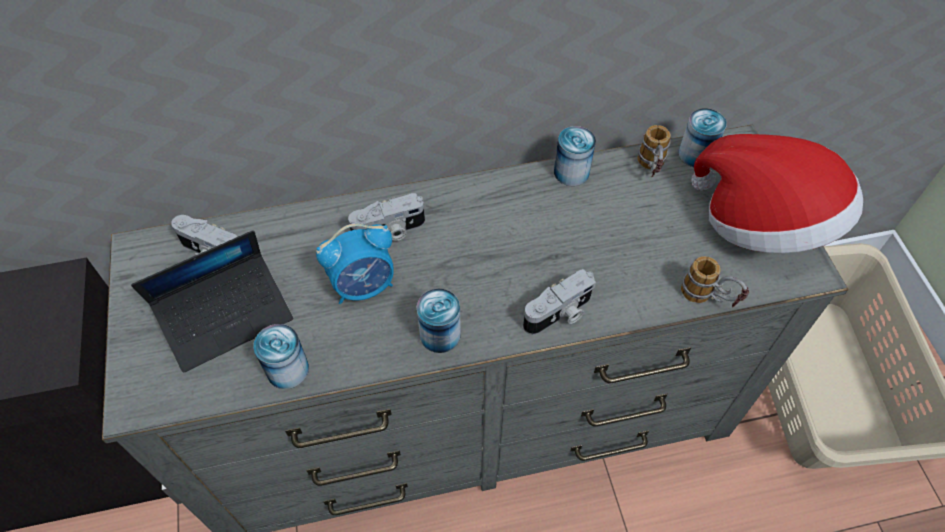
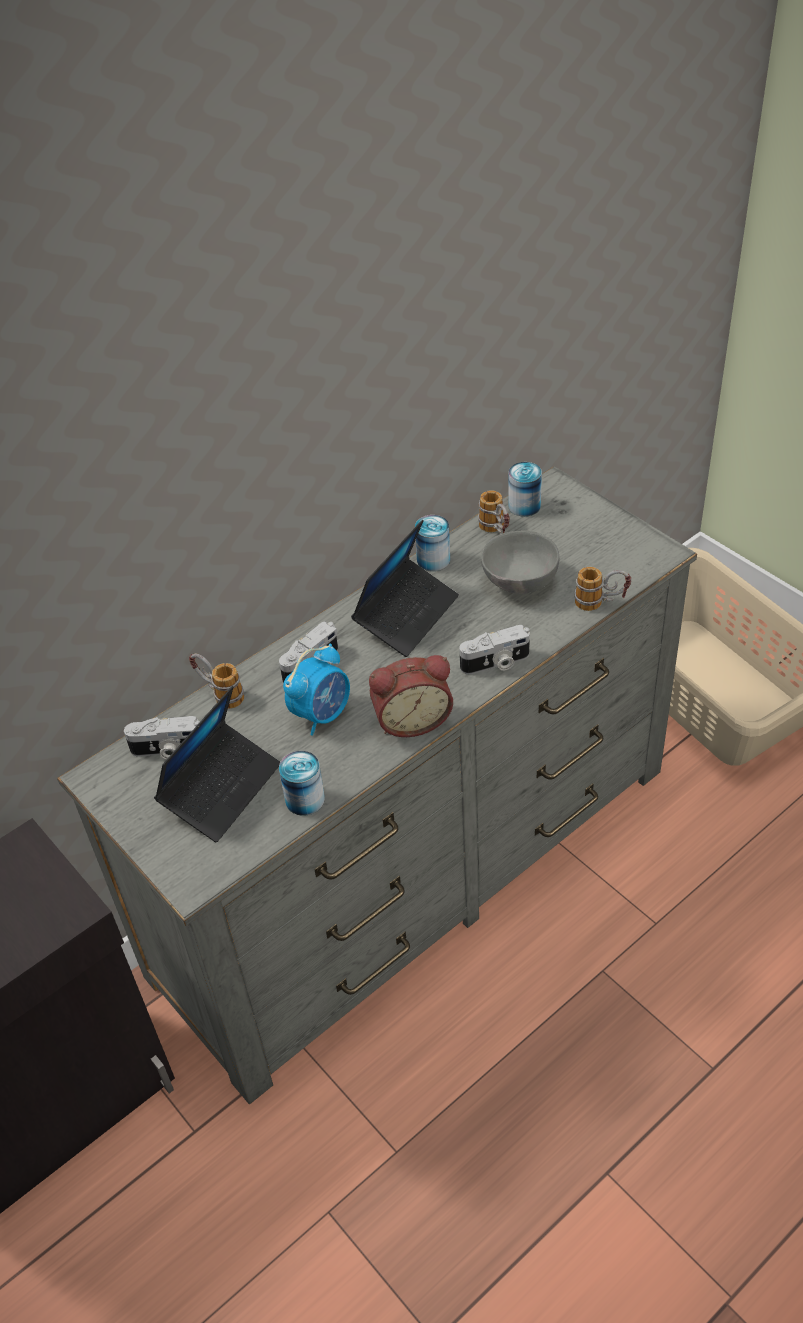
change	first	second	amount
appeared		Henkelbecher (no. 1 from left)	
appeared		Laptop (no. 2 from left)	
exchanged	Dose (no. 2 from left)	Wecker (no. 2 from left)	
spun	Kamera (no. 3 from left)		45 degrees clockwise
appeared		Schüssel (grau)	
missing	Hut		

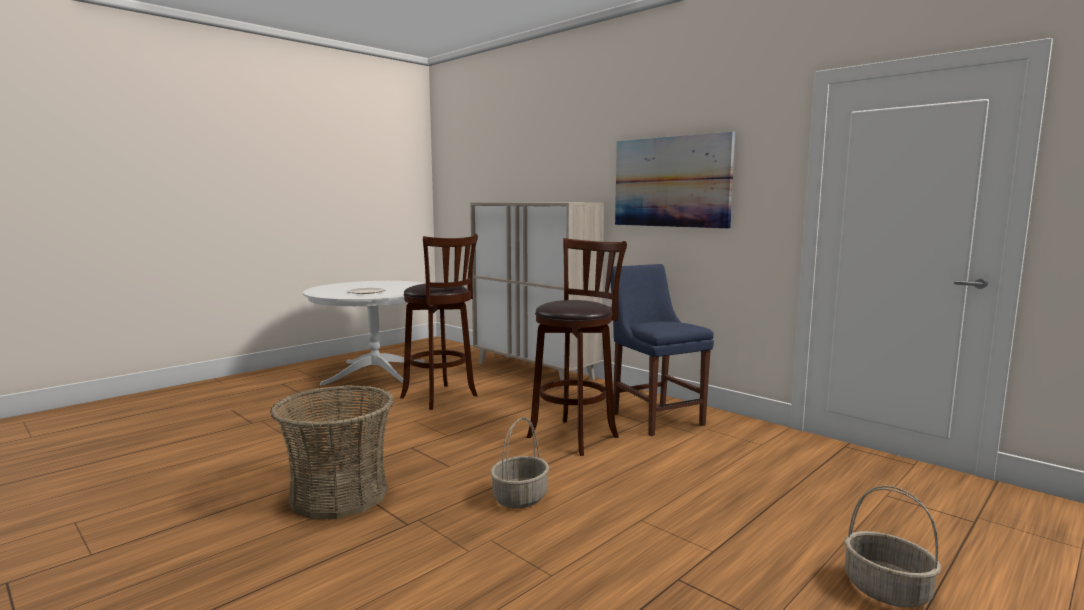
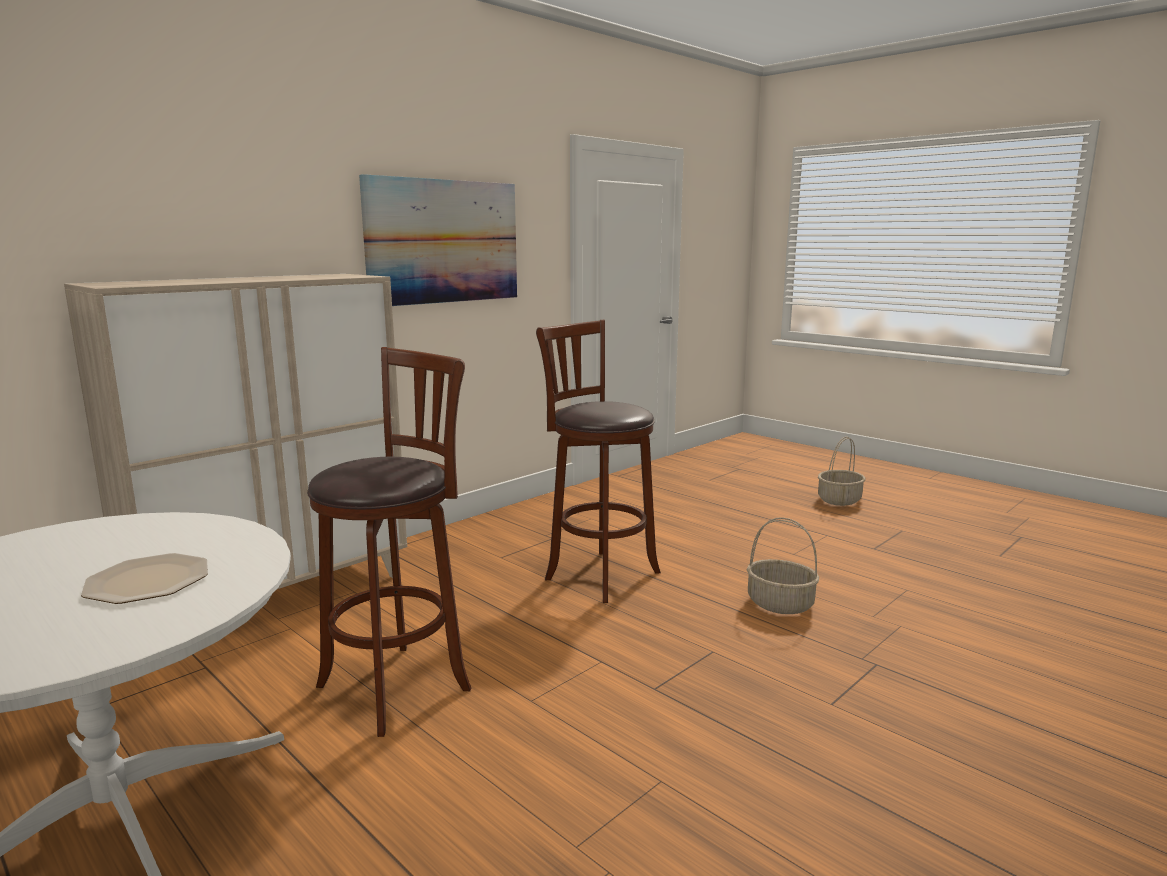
change	first	second	amount
missing	Korb (no. 1 from left)		
missing	Stuhl (blau)		

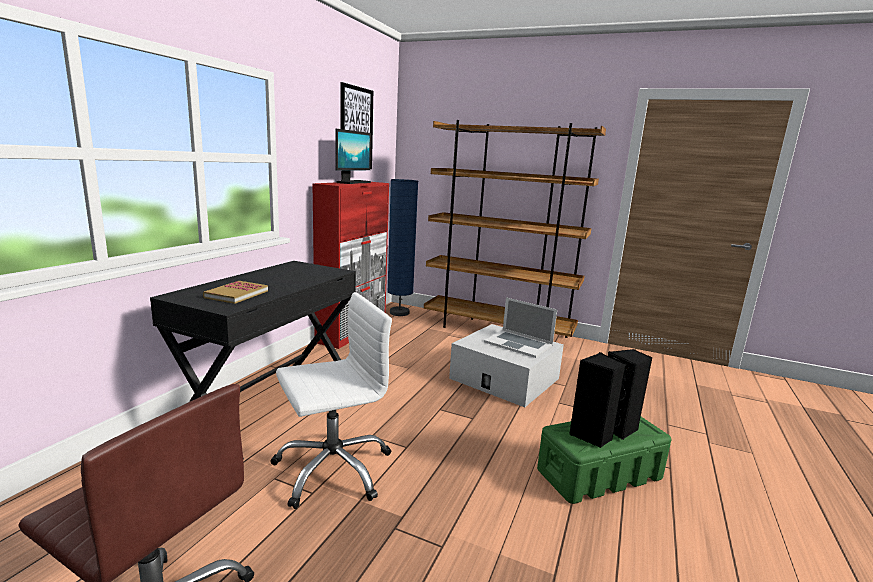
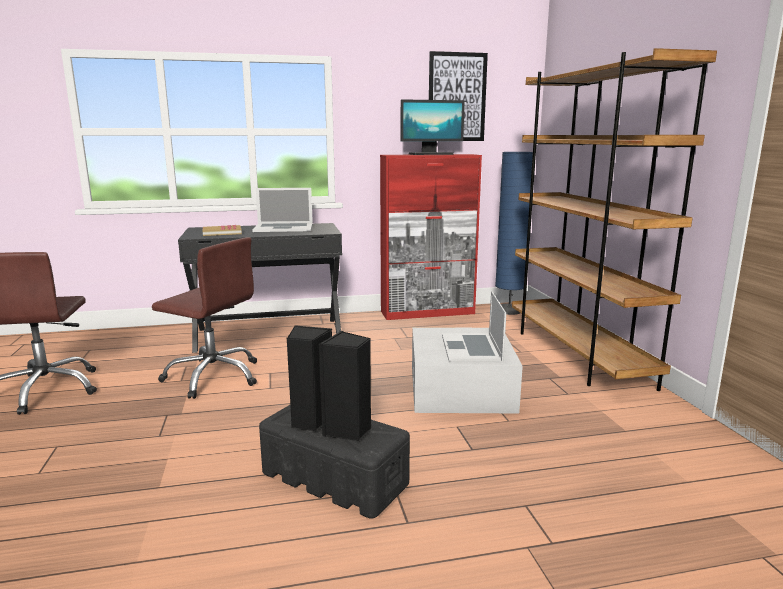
change	first	second	amount
colour	Bürostuhl (weiß)	Bürostuhl (braun) (no. 2 from left)	
appeared		Laptop (no. 1 from left)	
colour	Aufbewahrungsbox (grün)	Aufbewahrungsbox (schwarz)	

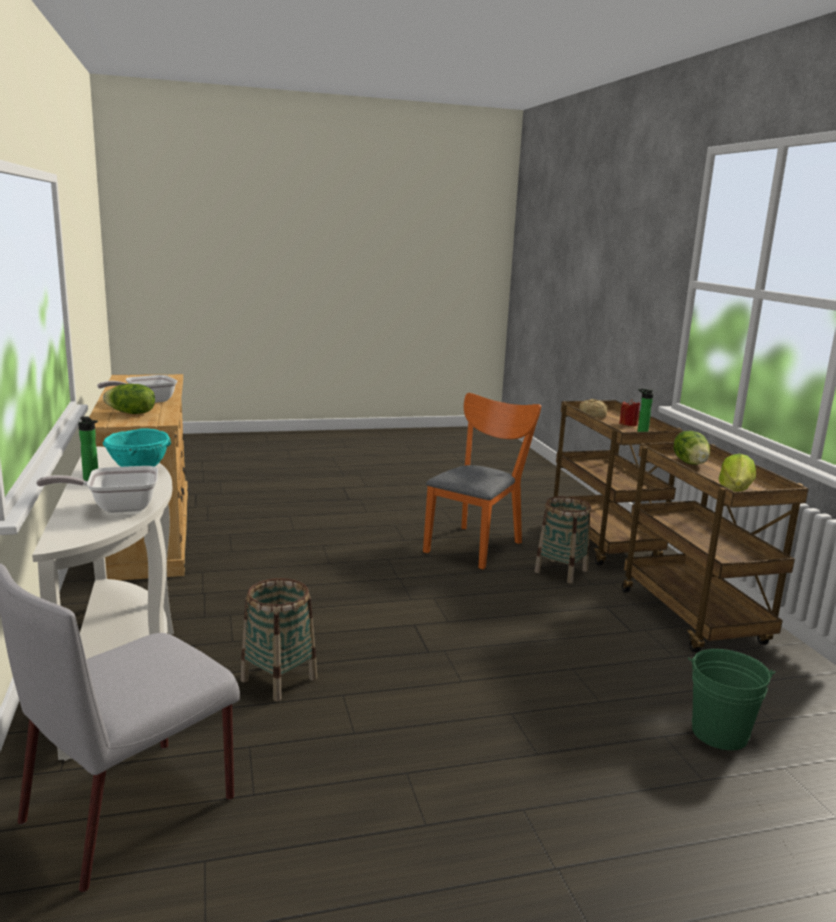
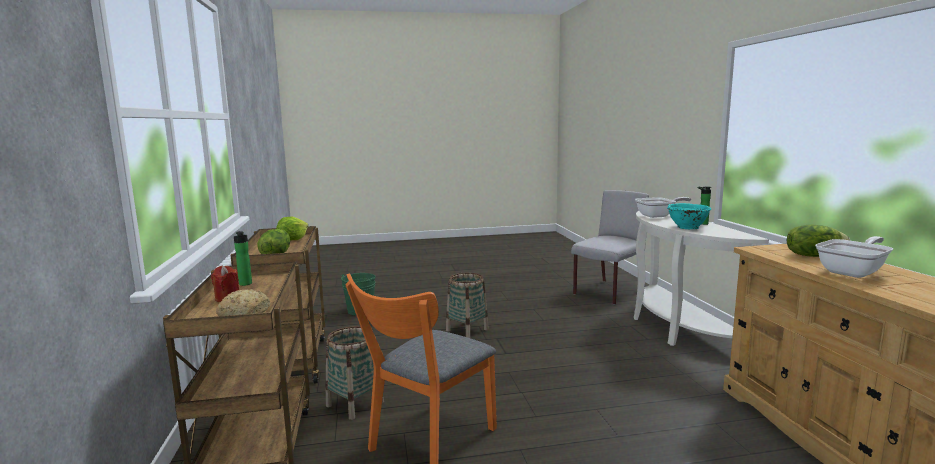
change	first	second	amount
relocated	Korb (no. 1 from left in the first image)	Korb (no. 2 from left)	

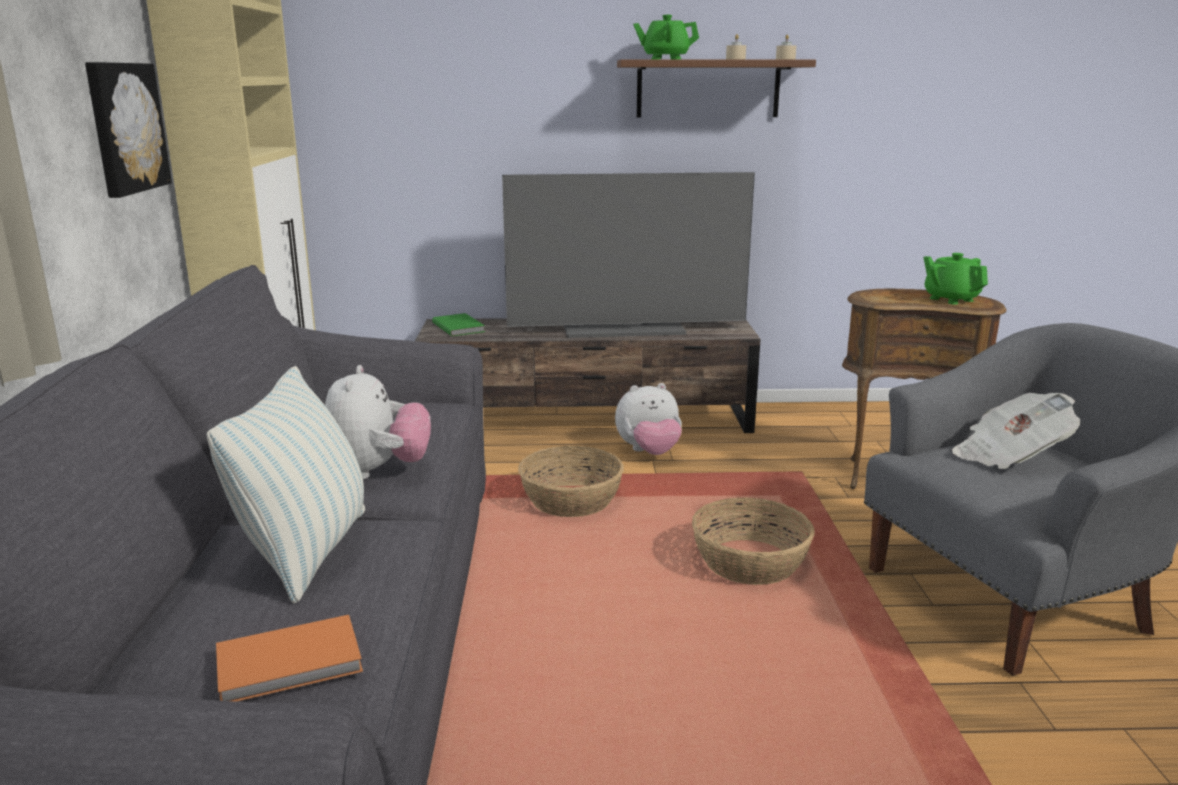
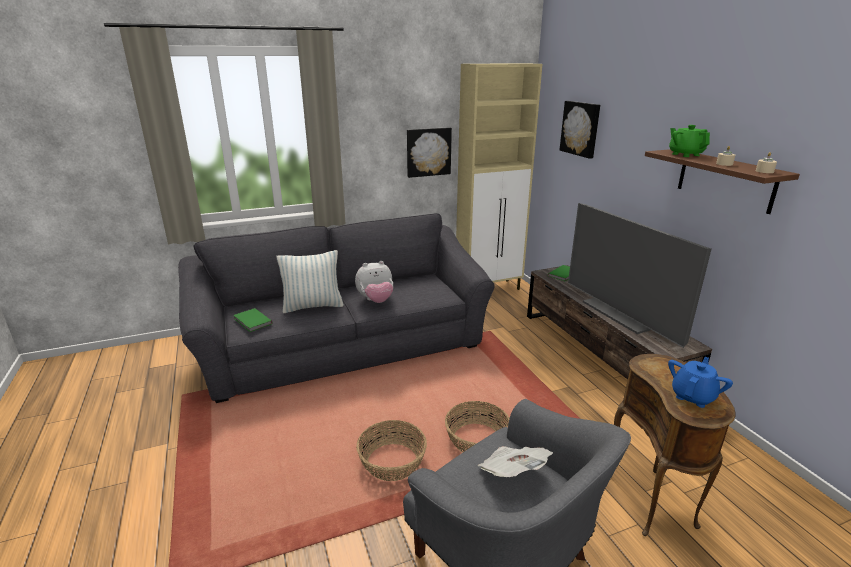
change	first	second	amount
colour	Buch (orange)	Buch (grün) (no. 1 from left)	
relocated	Korb (no. 1 from left)		
appeared		Bild (no. 2 from left)	
colour	Teekanne (grün) (no. 2 from left)	Teekanne (blau)	
missing	Plüschtier (no. 2 from left)		

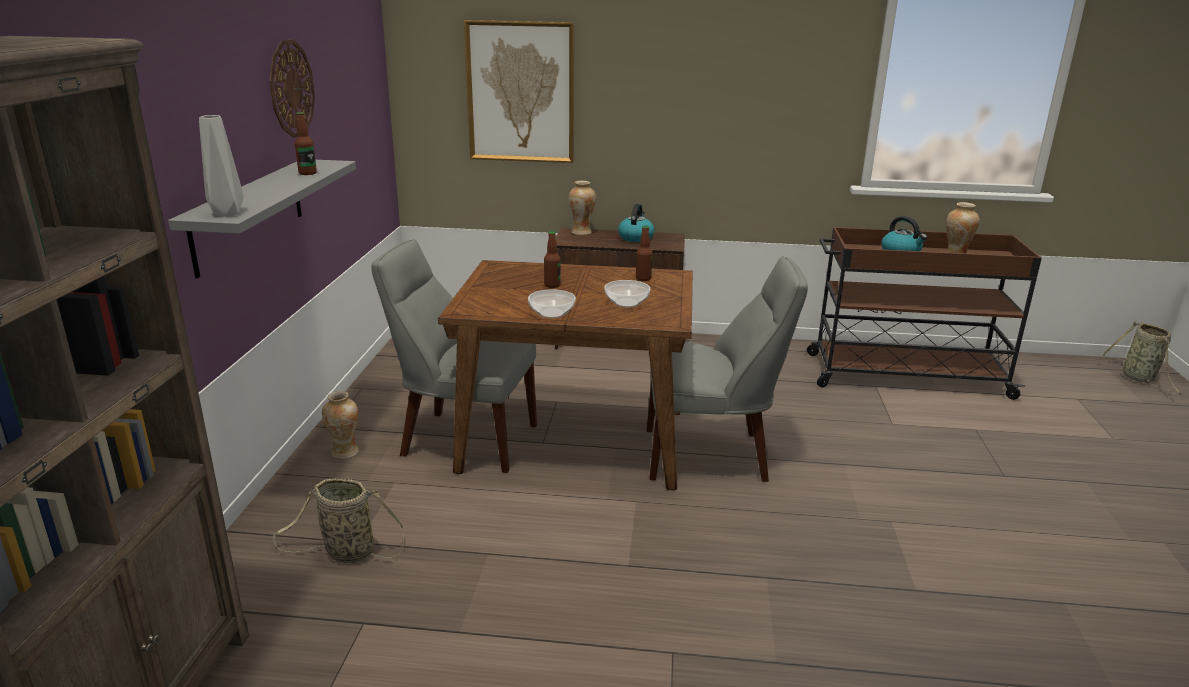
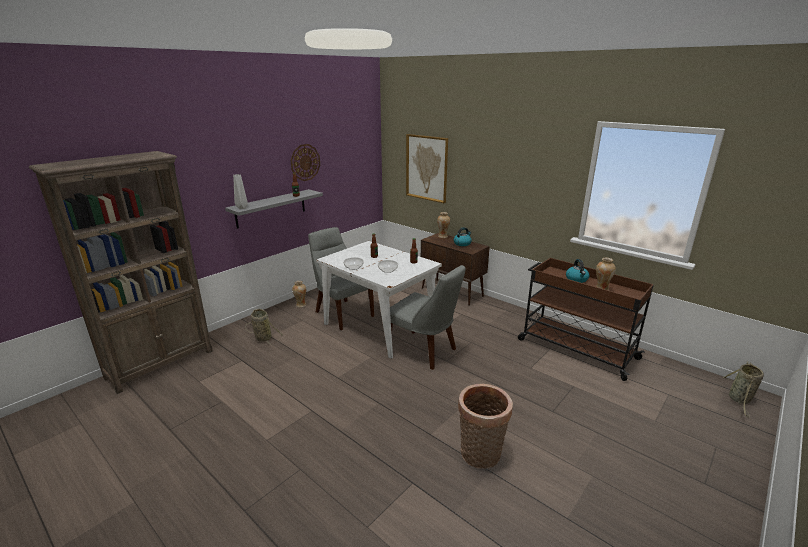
change	first	second	amount
colour	Esstisch (braun)	Esstisch (weiß)	
appeared		Korb (no. 2 from left)	

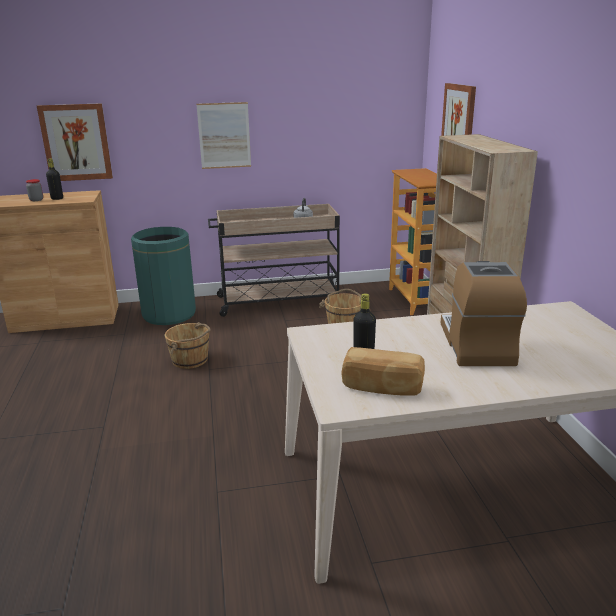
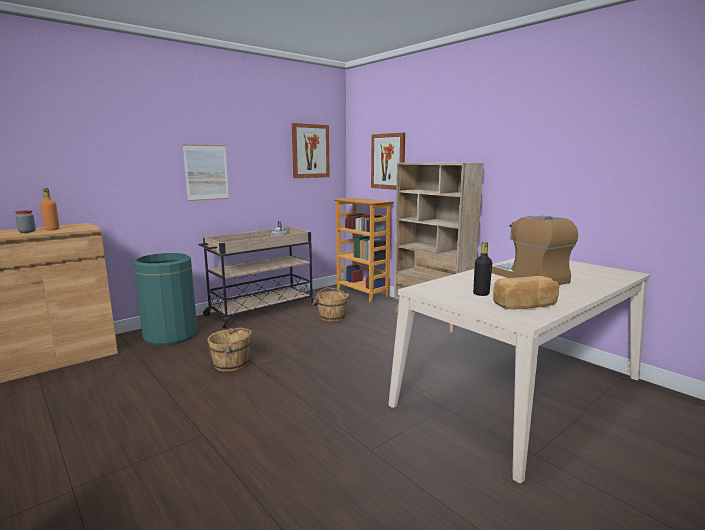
change	first	second	amount
colour	Flasche (schwarz) (no. 1 from left)	Flasche (orange)	
relocated	Bild (no. 1 from left in the first image)	Bild (no. 2 from left)	

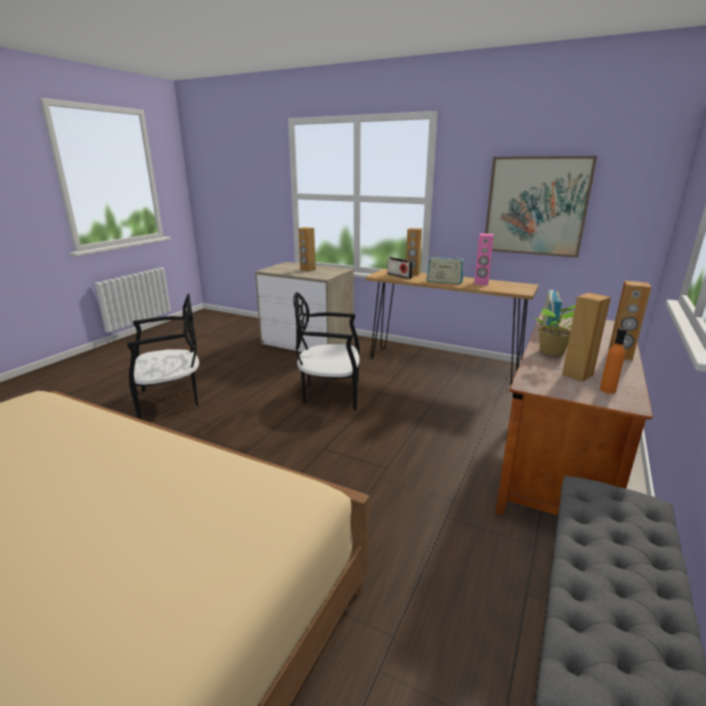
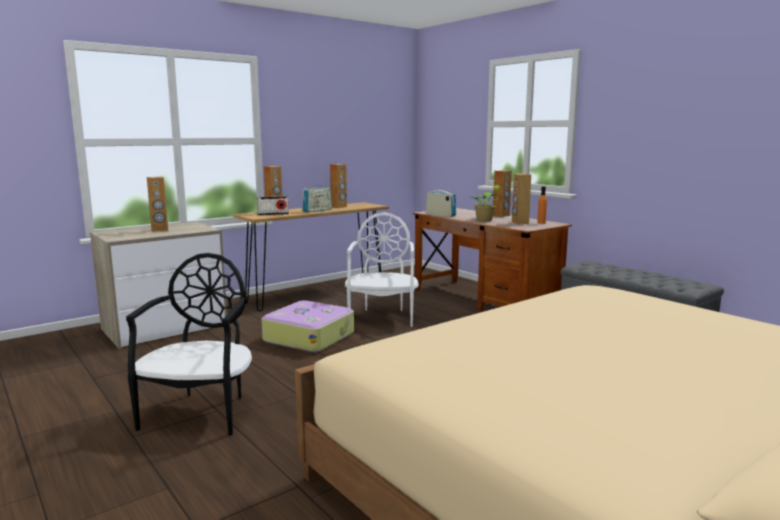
change	first	second	amount
exchanged	Stuhl (schwarz) (no. 2 from left)	Koffer	
colour	Lautsprecher (rosa)	Lautsprecher (braun) (no. 3 from left)	
appeared		Stuhl (weiß)	
missing	Bild		

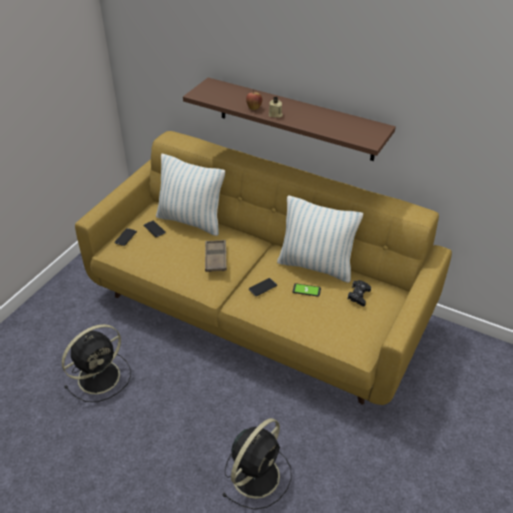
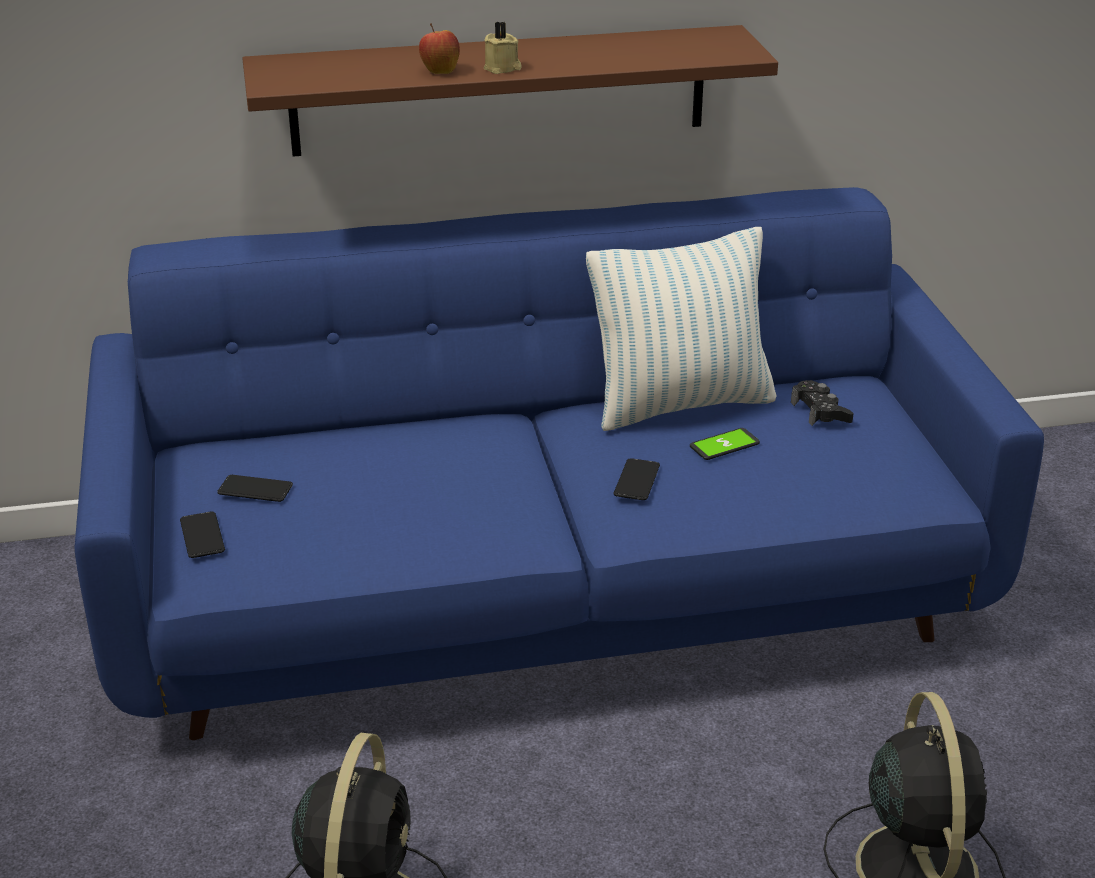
change	first	second	amount
colour	Sofa (gelb)	Sofa (blau)	
missing	Kissen (no. 1 from left)		
missing	Tablett (braun)		

